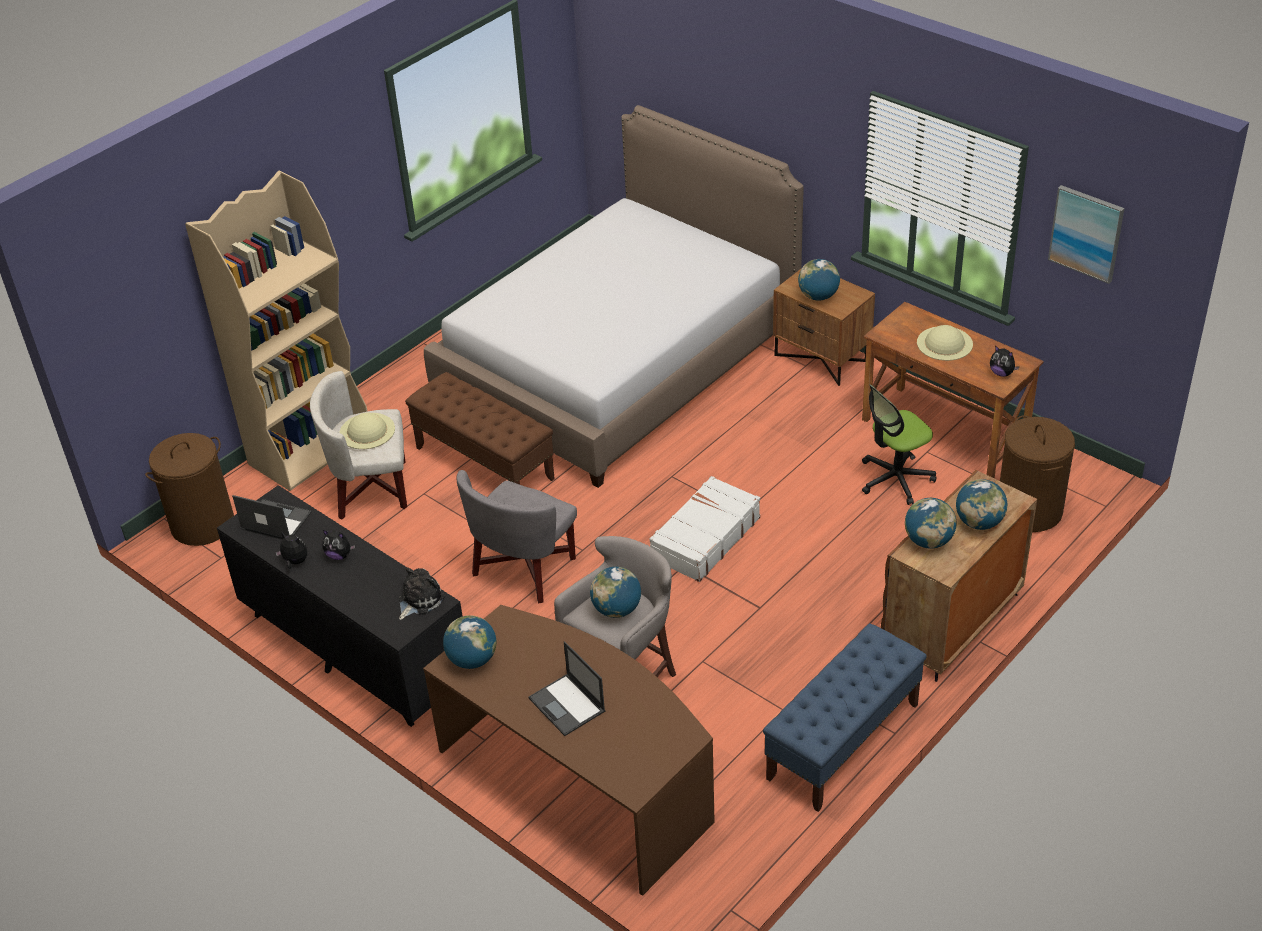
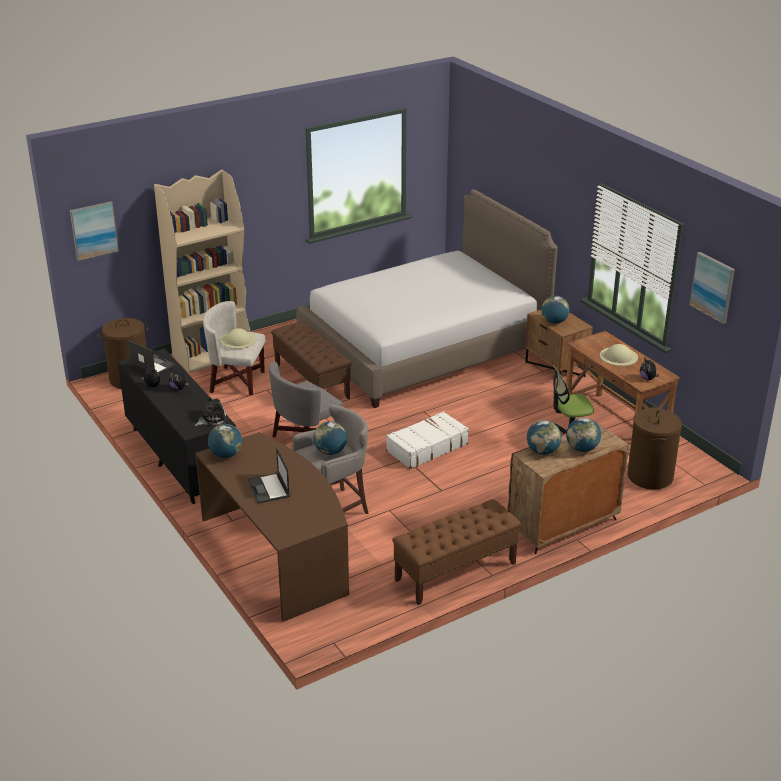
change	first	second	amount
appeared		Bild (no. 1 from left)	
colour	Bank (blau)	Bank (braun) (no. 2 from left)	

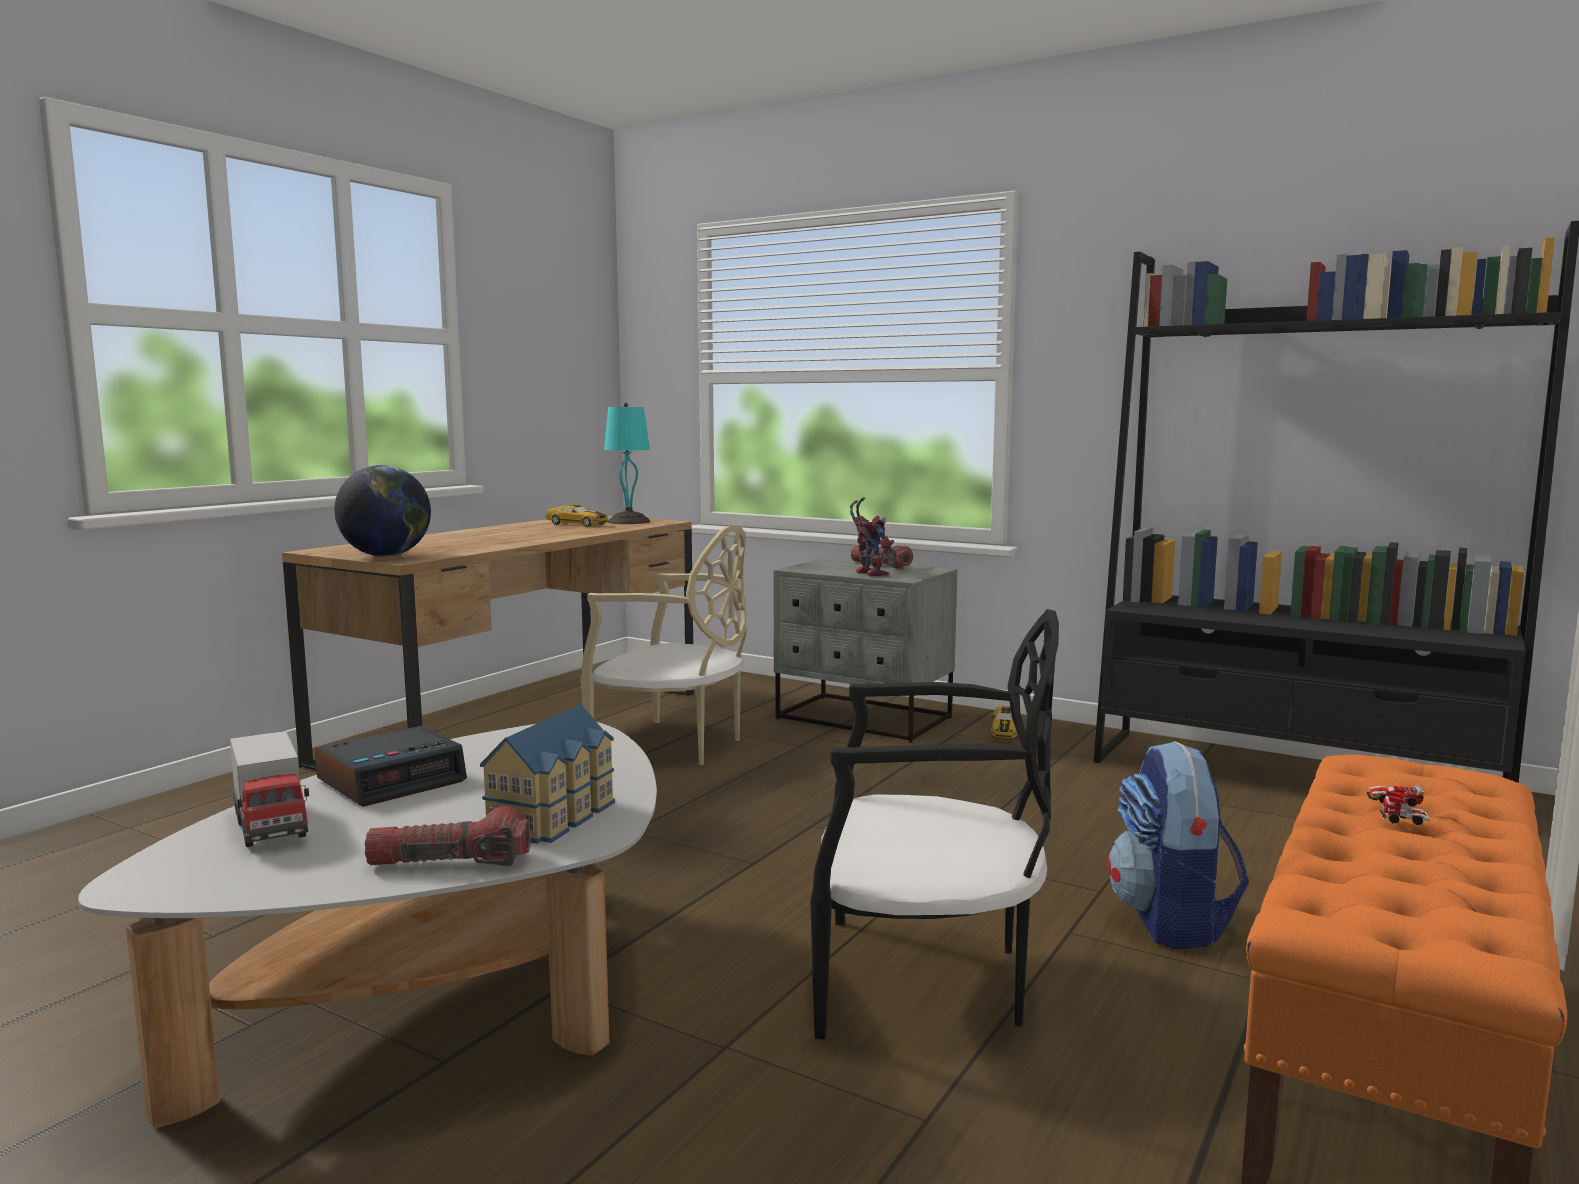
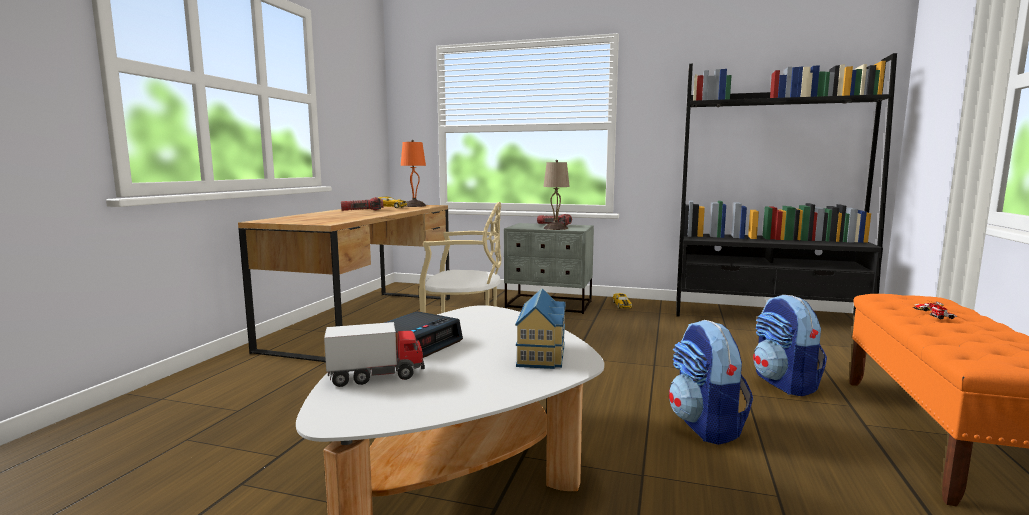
change	first	second	amount
spun	Spielzeuglaster		60 degrees counterclockwise
relocated	Taschenlampe (no. 1 from left)		
colour	Tischlampe (türkis)	Tischlampe (orange)	
exchanged	Spielzeugroboter	Tischlampe (beige)	
exchanged	Stuhl (schwarz)	Rucksack (no. 1 from left)	
missing	Globus		

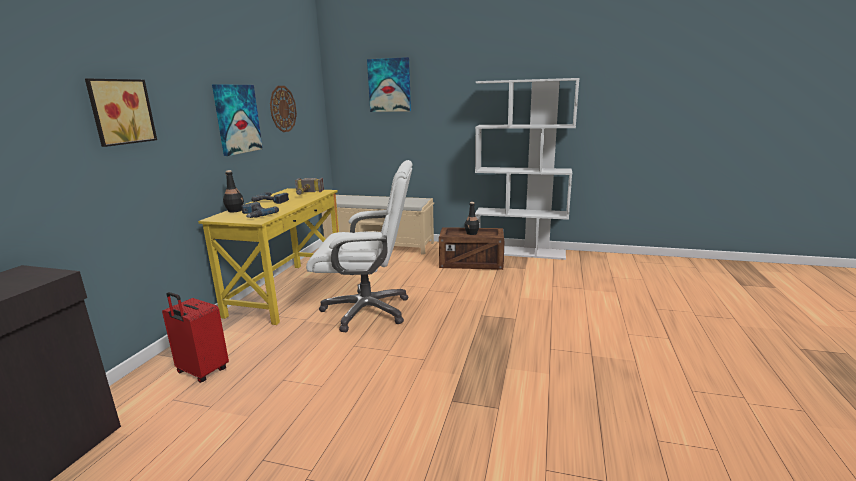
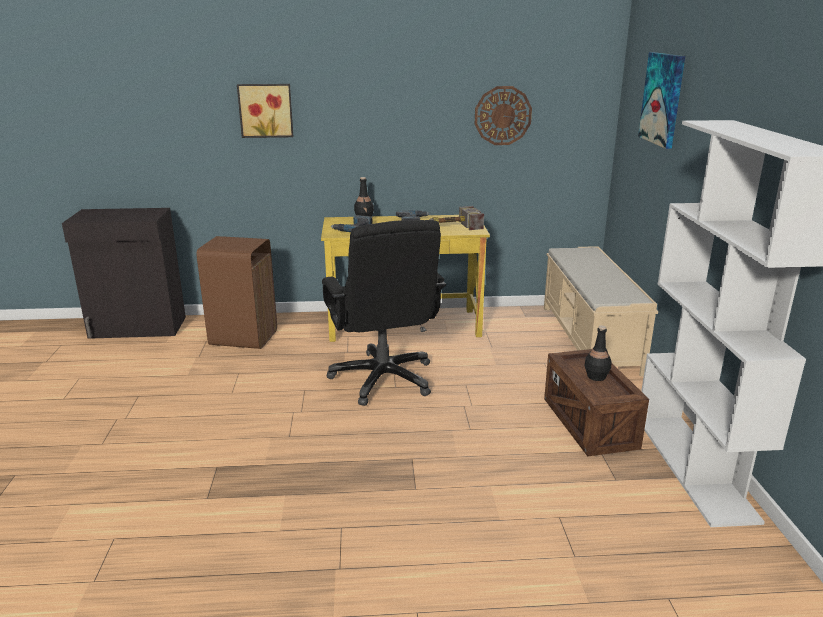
change	first	second	amount
exchanged	Koffer (rot)	Mülleimer (braun)	
colour	Bürostuhl (weiß)	Bürostuhl (schwarz)	
missing	Bild (no. 2 from left)		

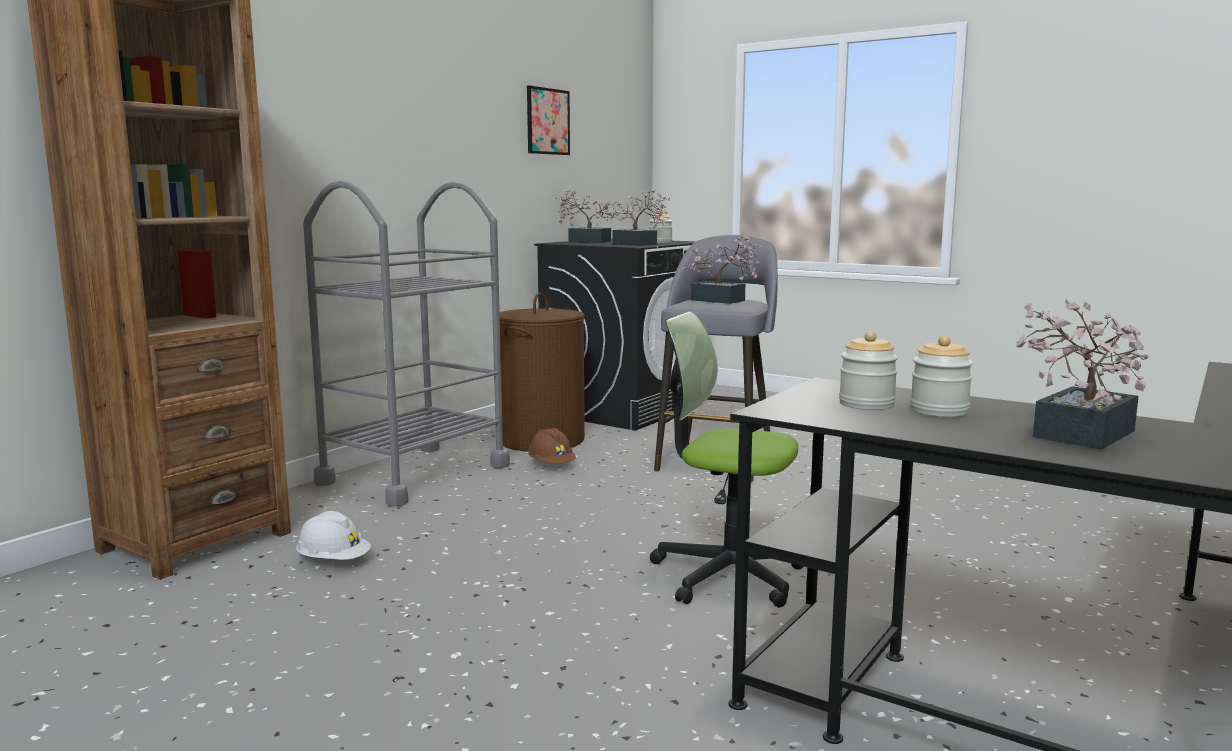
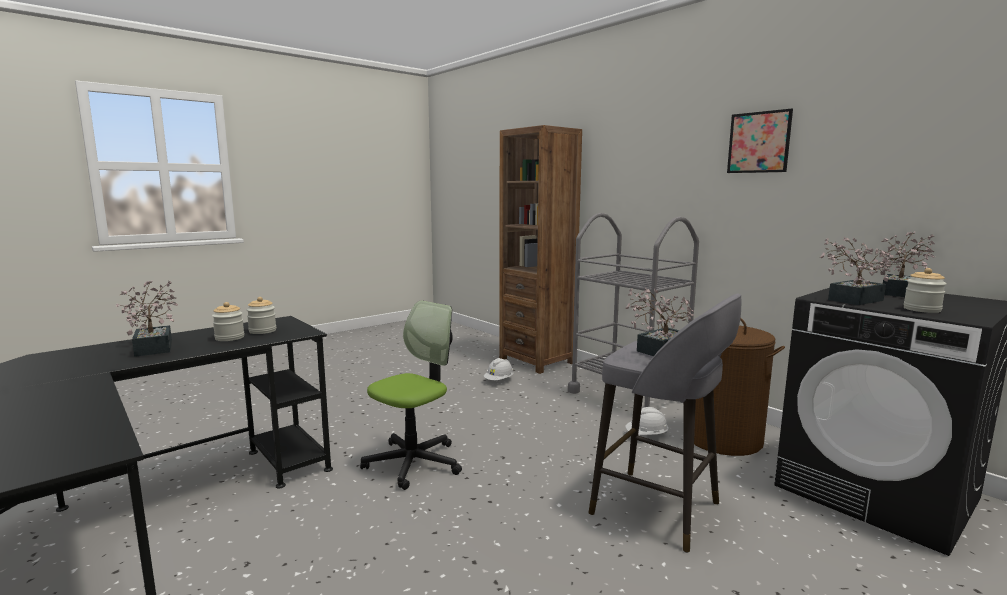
change	first	second	amount
colour	Schutzhelm (braun)	Schutzhelm (weiß) (no. 2 from left)	
relocated	Bild		

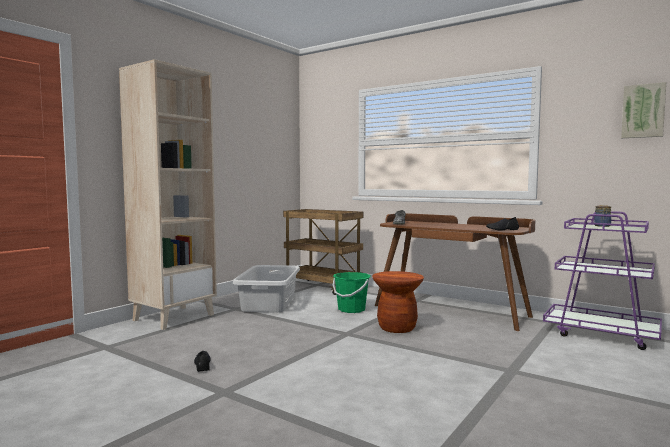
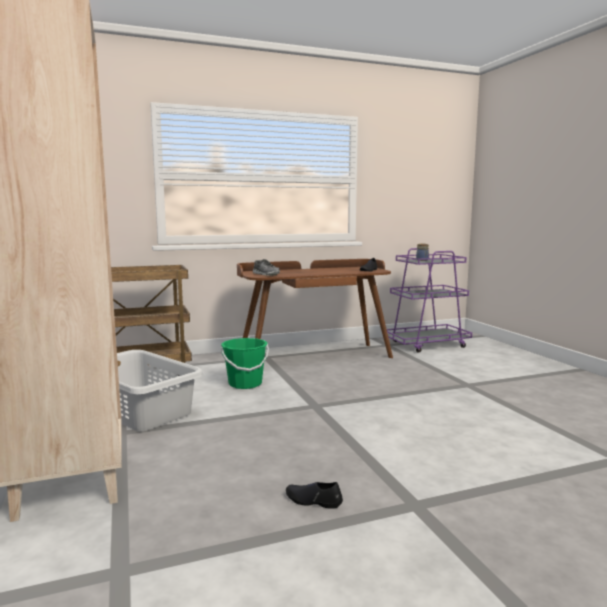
change	first	second	amount
missing	Hocker (braun)		
missing	Bild		

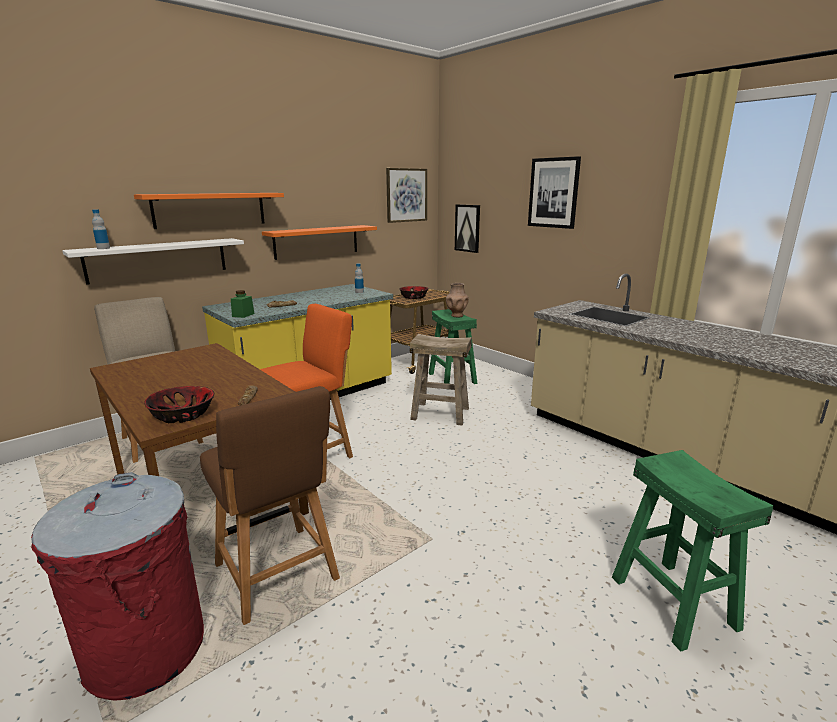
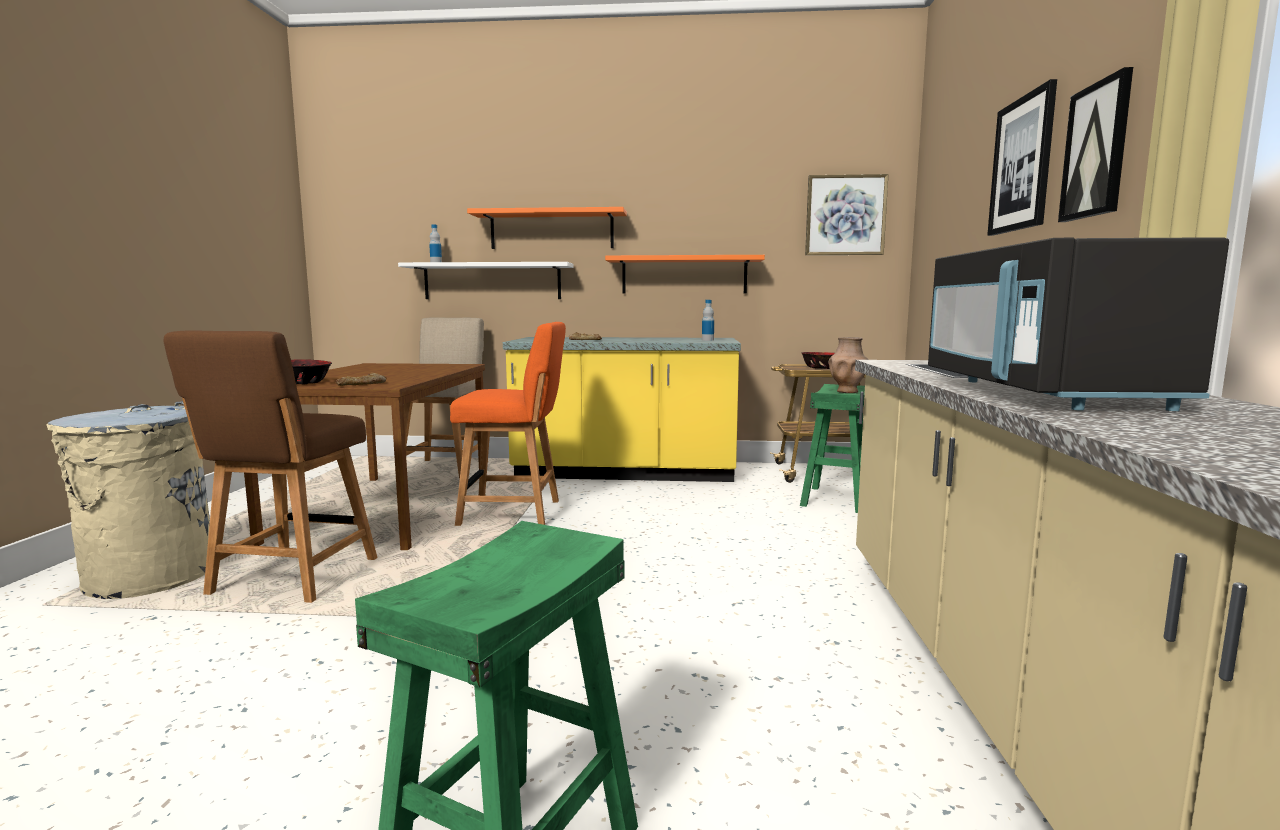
change	first	second	amount
colour	Mülleimer (rot)	Mülleimer (beige)	
appeared		Mikrowelle (schwarz)	
relocated	Bild (no. 2 from left in the first image)	Bild (no. 3 from left)	
missing	Vorratsglas (grün)		
missing	Hocker (beige)		

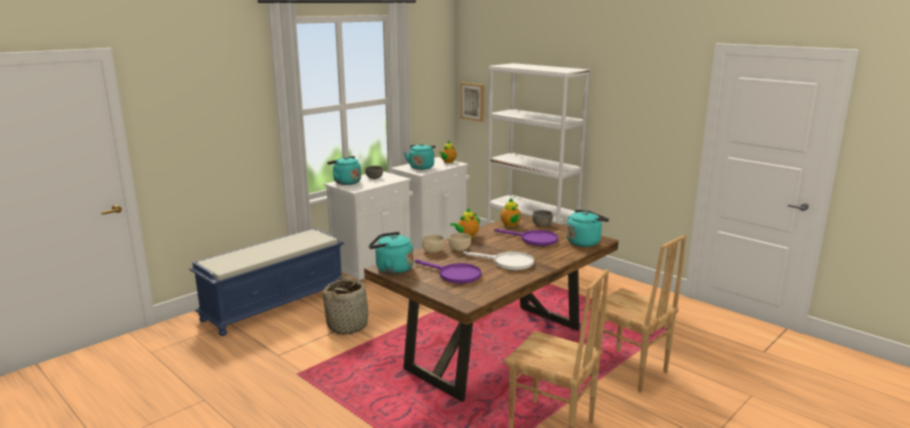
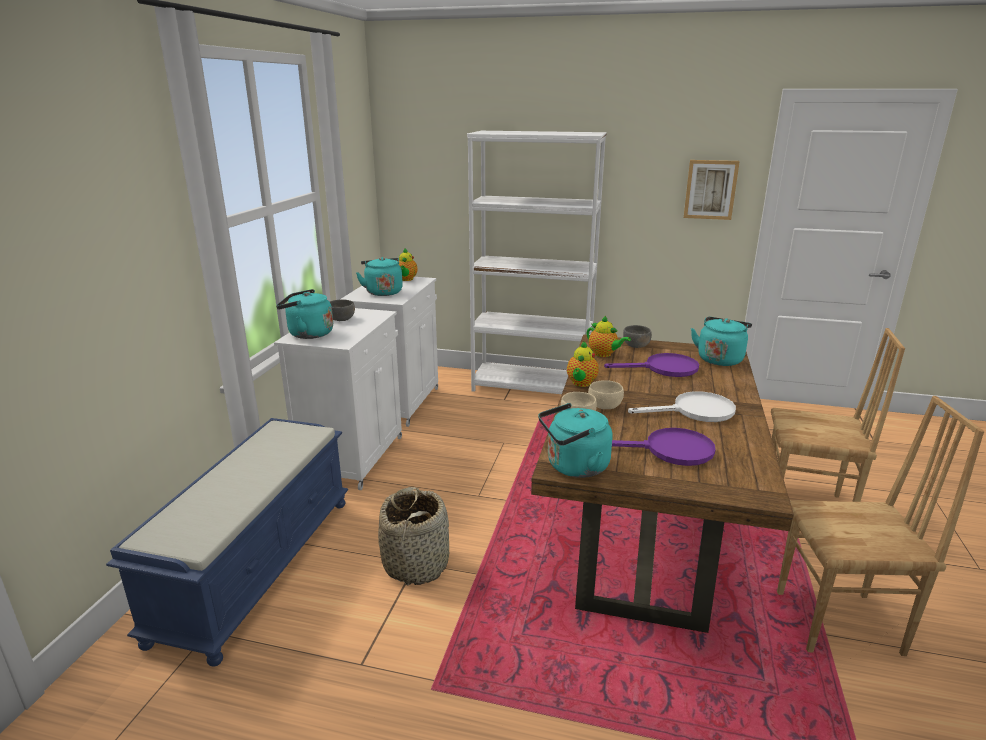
change	first	second	amount
relocated	Bild		

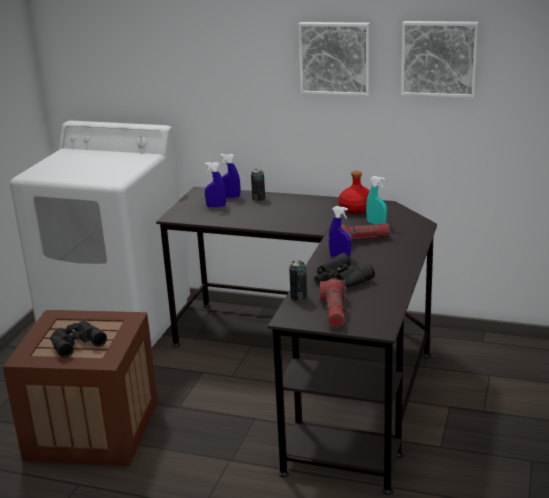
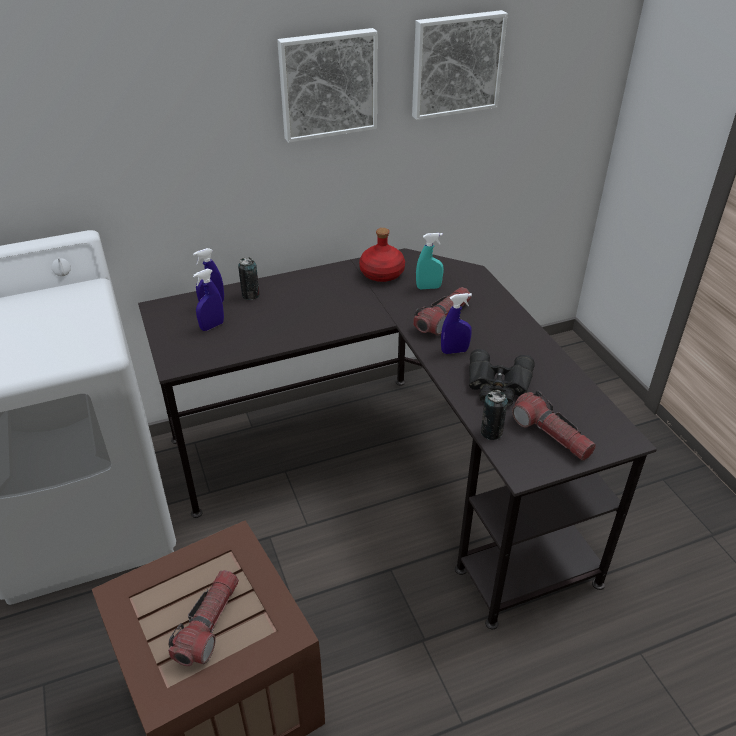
change	first	second	amount
exchanged	Fernglas (schwarz) (no. 1 from left)	Taschenlampe (no. 1 from left)	

